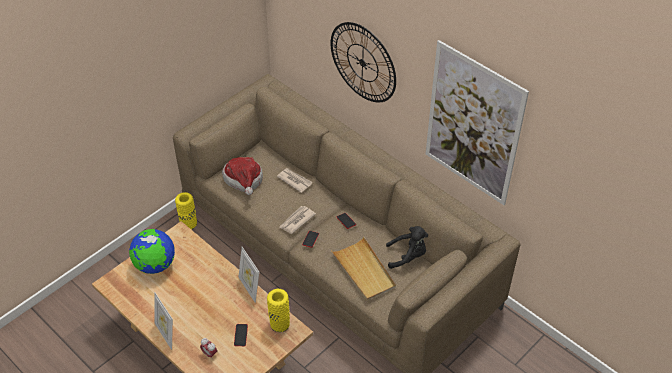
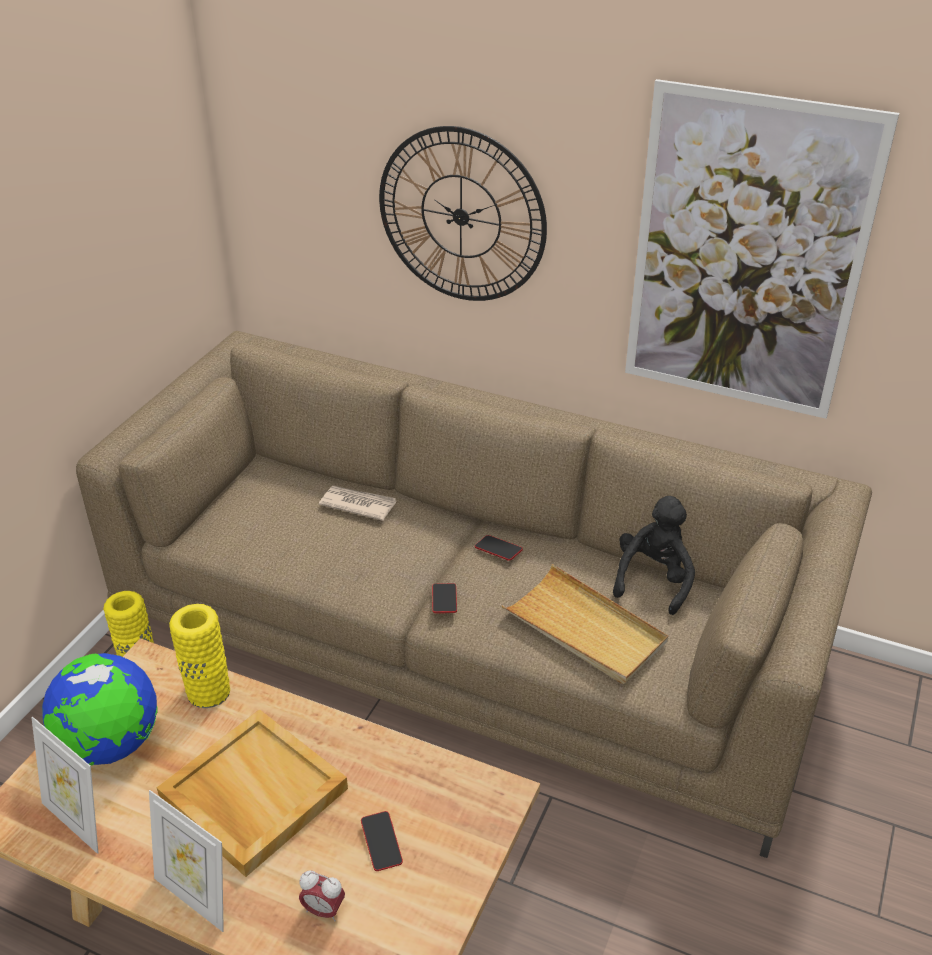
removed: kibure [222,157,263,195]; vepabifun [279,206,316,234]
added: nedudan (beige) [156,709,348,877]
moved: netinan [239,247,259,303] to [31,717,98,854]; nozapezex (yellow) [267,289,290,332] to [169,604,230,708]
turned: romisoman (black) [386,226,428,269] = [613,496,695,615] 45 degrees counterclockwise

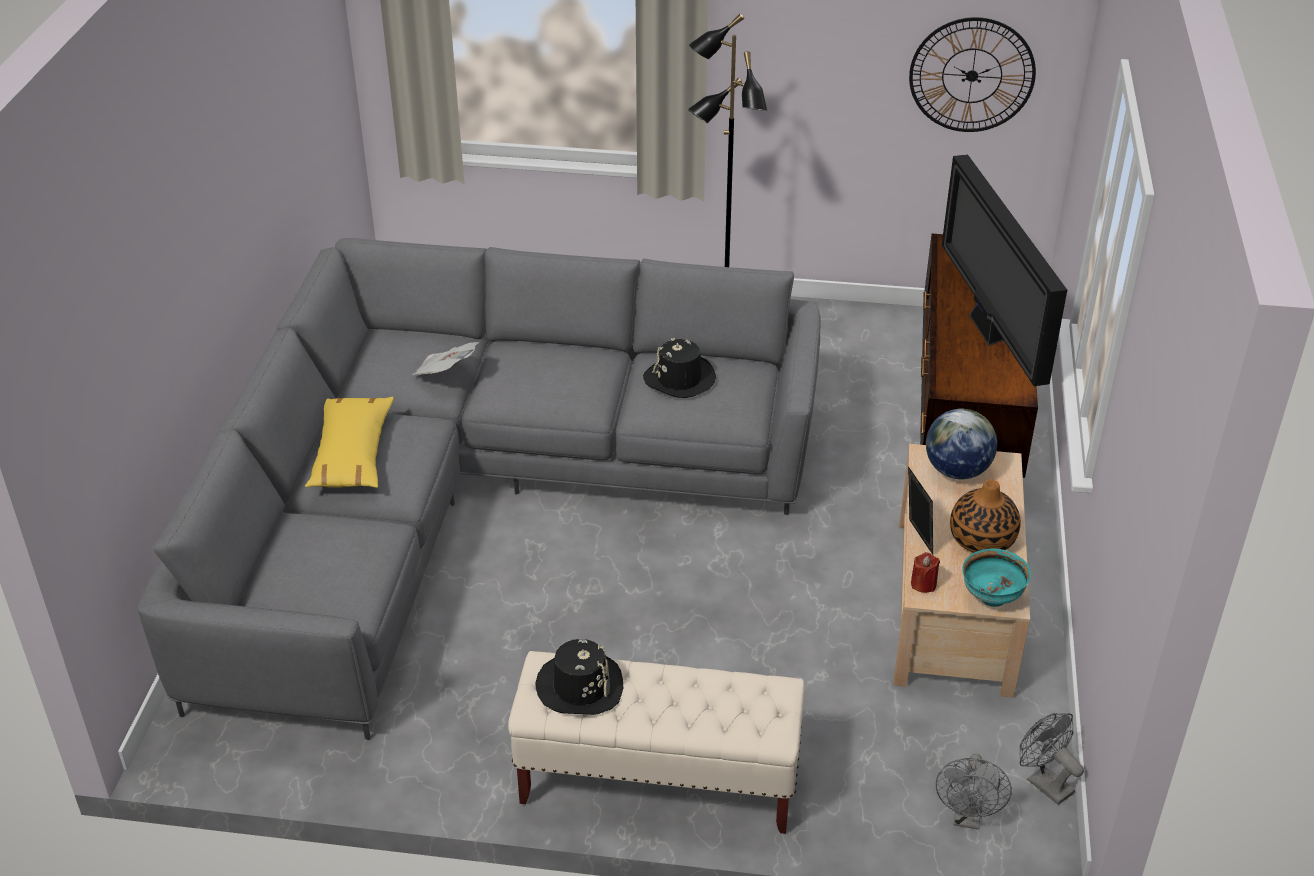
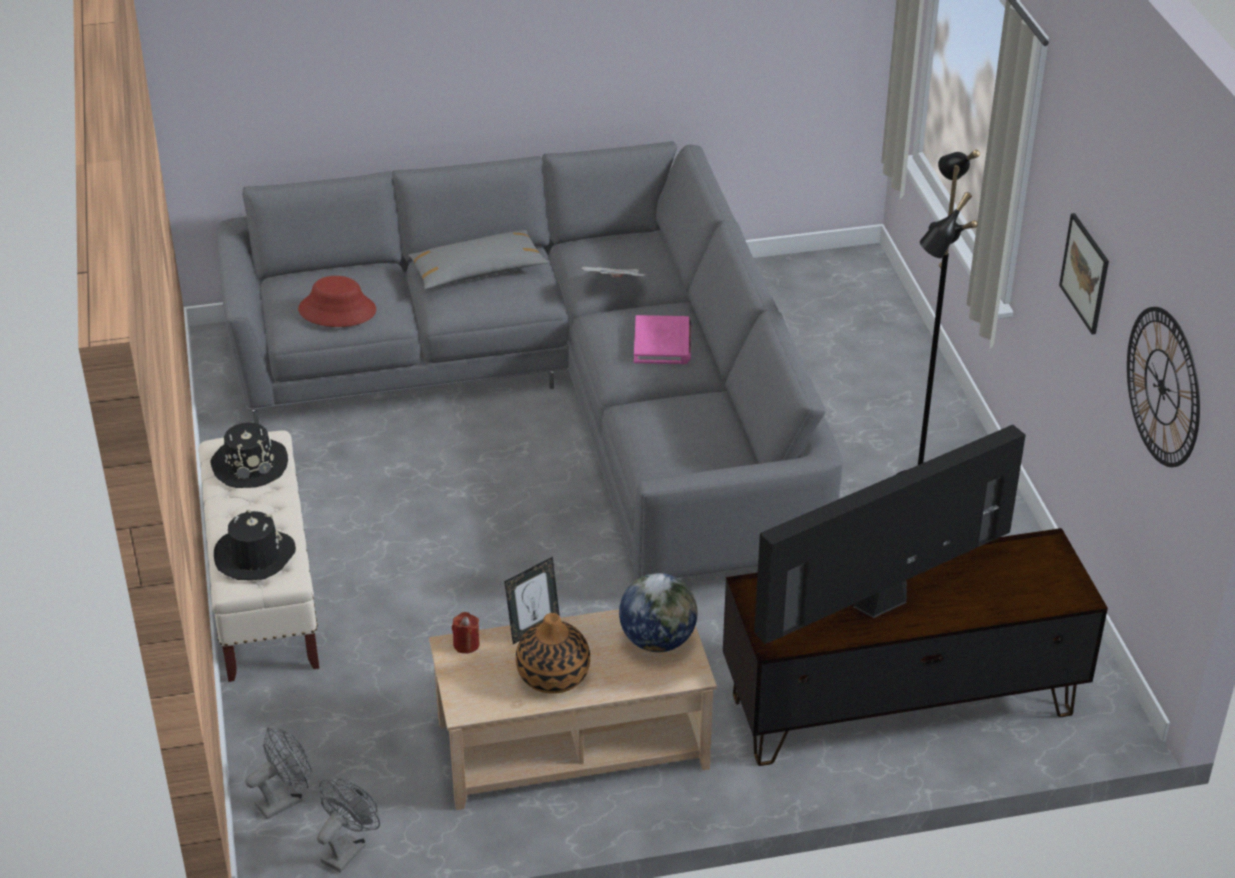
removed: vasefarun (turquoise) [962,548,1031,607]
added: kibure (red) [298,276,376,327]; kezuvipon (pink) [634,315,691,364]; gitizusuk [1059,213,1109,334]
moved: kibure (black) [643,338,716,398] to [214,509,296,580]
recoloured: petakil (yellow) [305,396,394,488] to petakil (grey) [408,230,549,290]
turned: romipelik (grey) [936,753,1012,830] = [245,727,312,819] 150 degrees clockwise

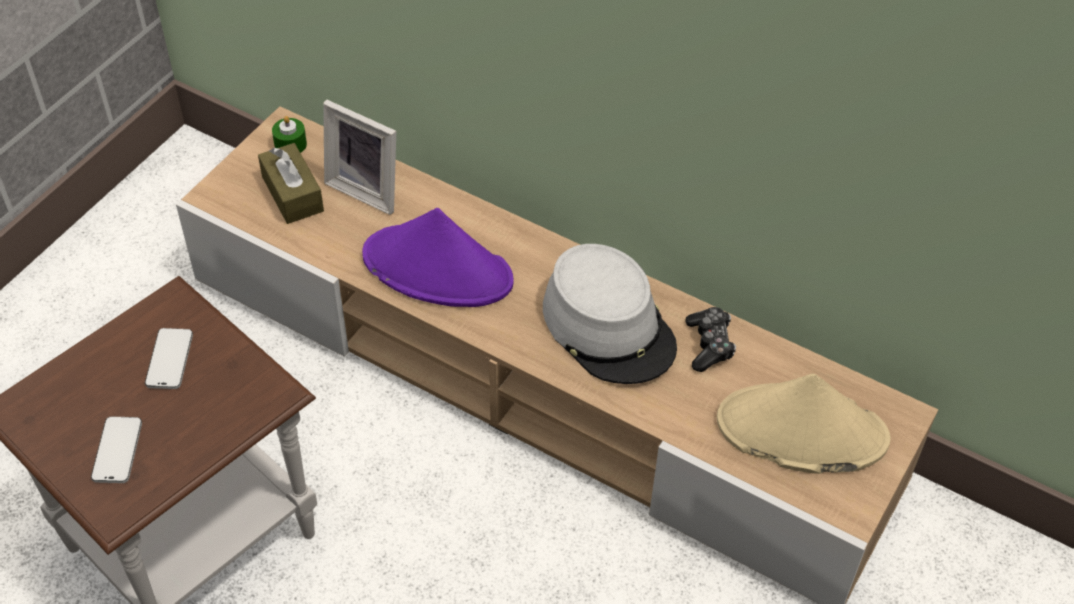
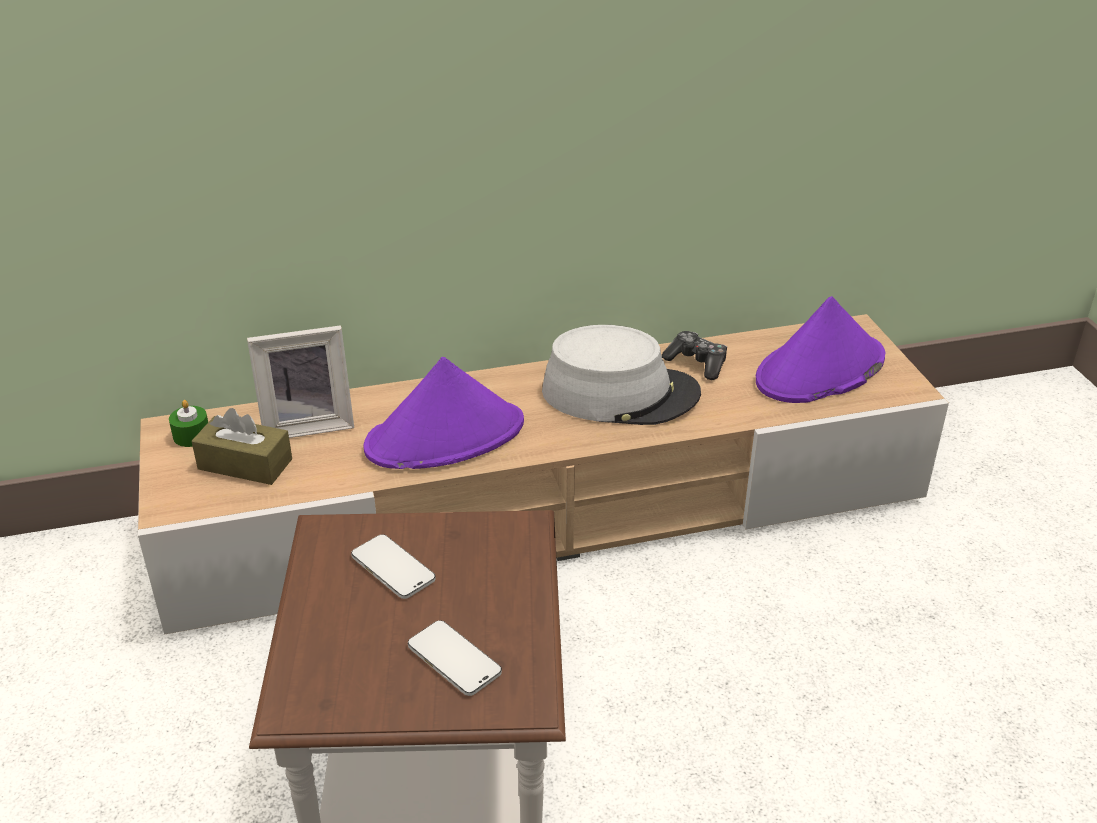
recoloured: kibure (beige) [716,374,891,474] to kibure (purple) [756,296,886,403]

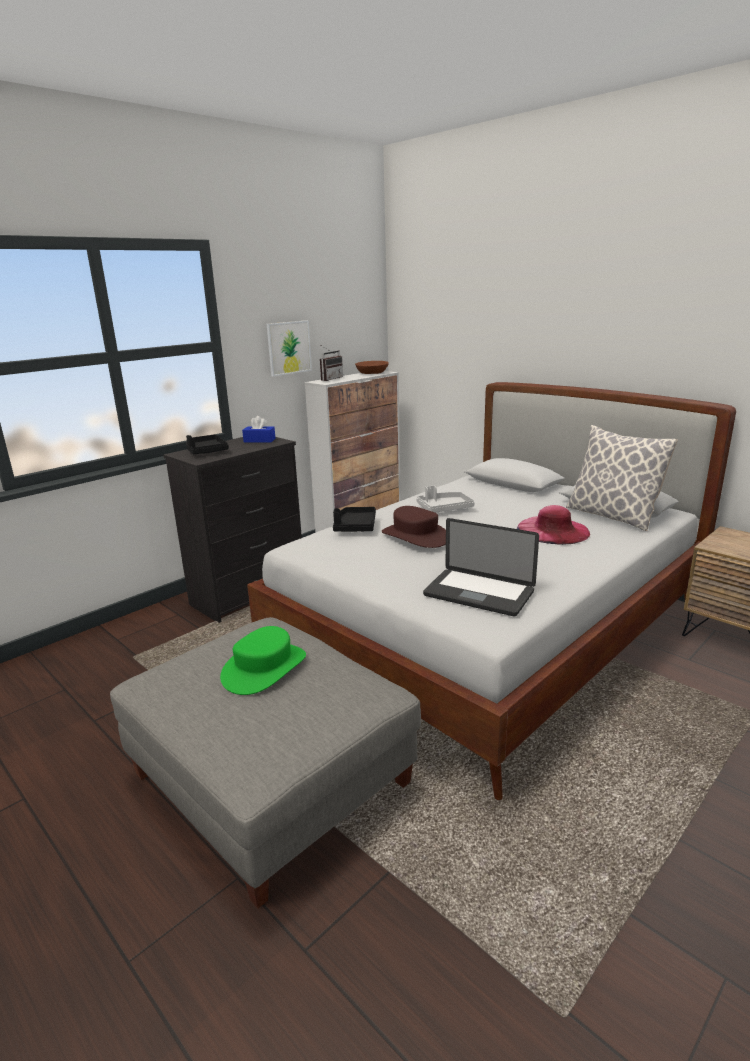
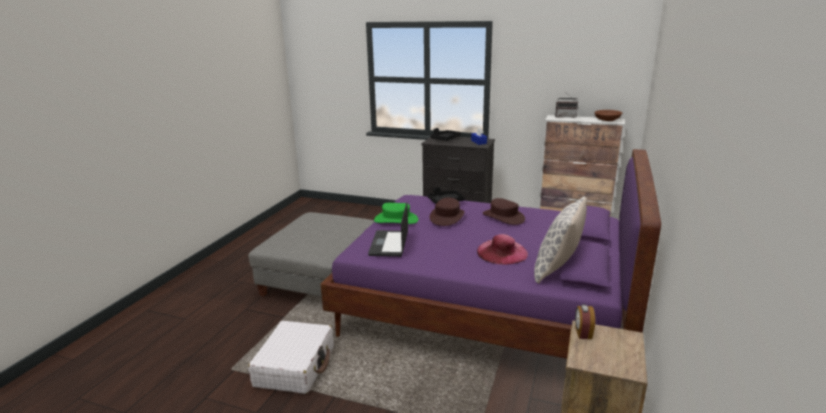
removed: gitizusuk [267,320,312,376]
added: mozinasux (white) [248,321,334,394]; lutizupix [575,305,595,339]
moved: kibure (green) [220,626,306,695] to [374,203,418,224]
replaced: nedudan (grey) [416,485,474,513] to kibure (brown) [483,198,525,225]
recoloured: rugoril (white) [247,382,736,800] to rugoril (purple) [320,149,661,359]

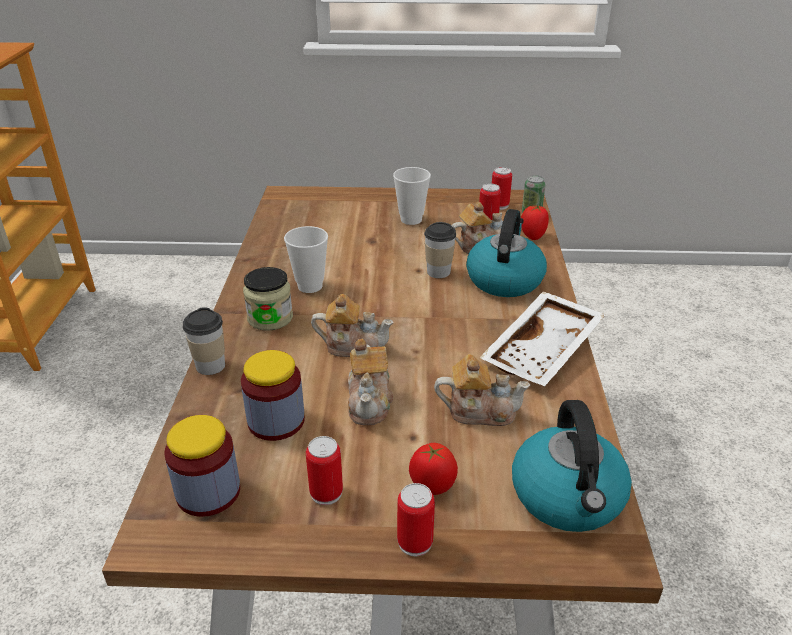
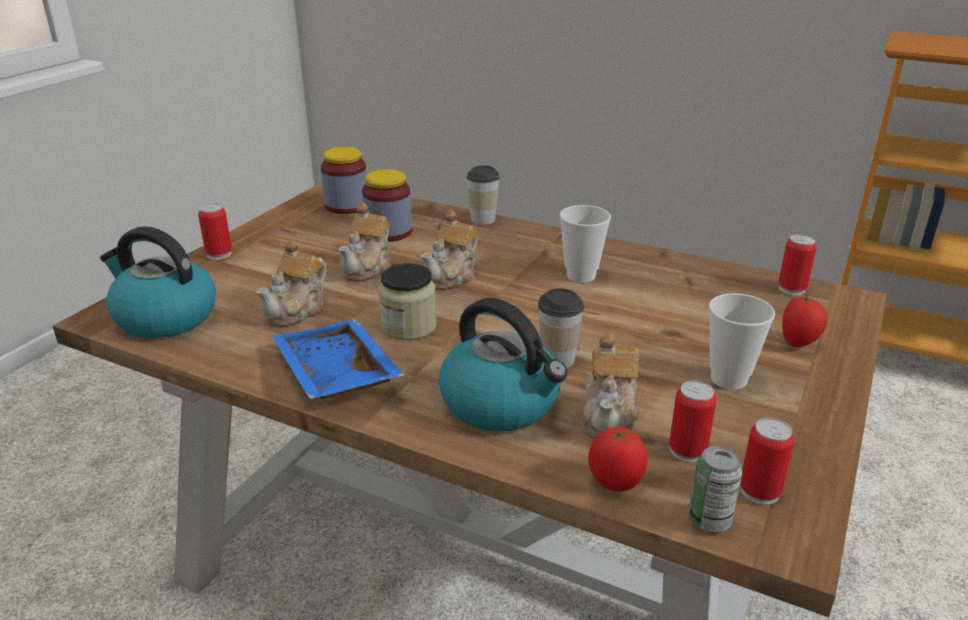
moved: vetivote [243,267,293,331] to [379,263,436,340]; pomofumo [306,436,343,505] to [778,234,817,295]; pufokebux [409,443,458,495] to [782,296,827,347]
recoloured: nedudan (white) [480,291,606,386] to nedudan (blue) [272,319,405,399]
turned: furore [348,339,393,425] = [338,203,391,282] 90 degrees counterclockwise

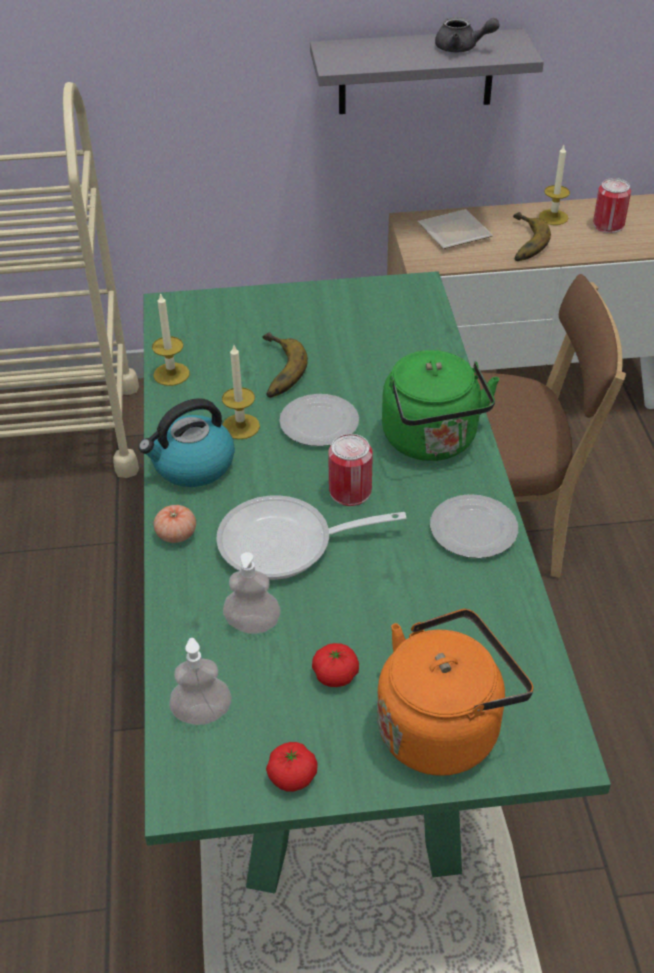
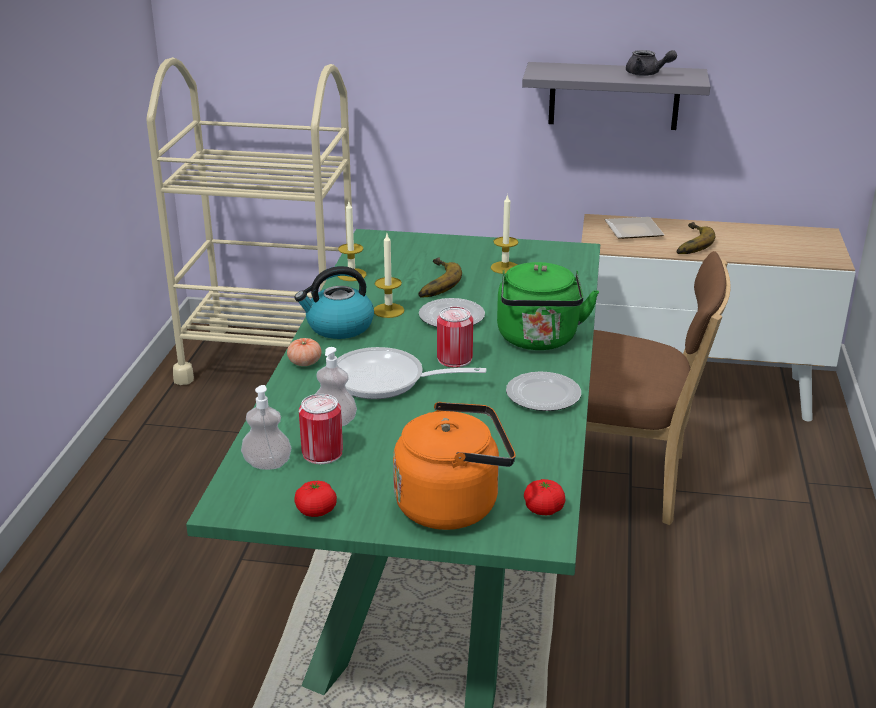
moved: pufokebux [312,643,359,687] to [524,479,566,515]; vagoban [539,145,570,225] to [491,194,518,274]; pomofumo [593,178,631,233] to [299,394,343,464]

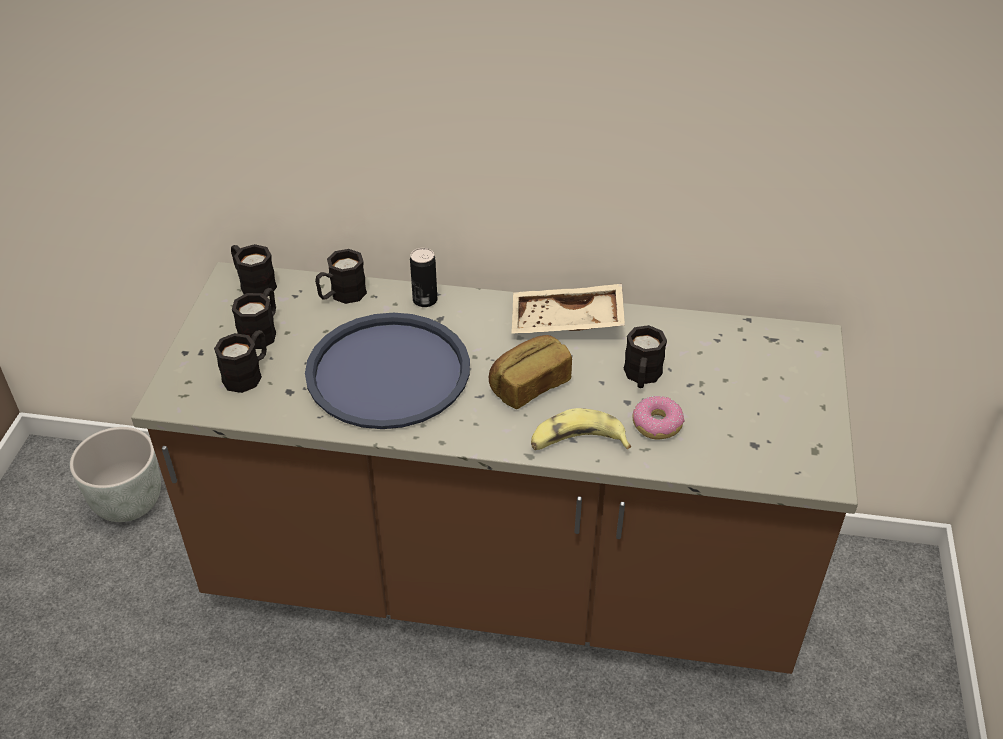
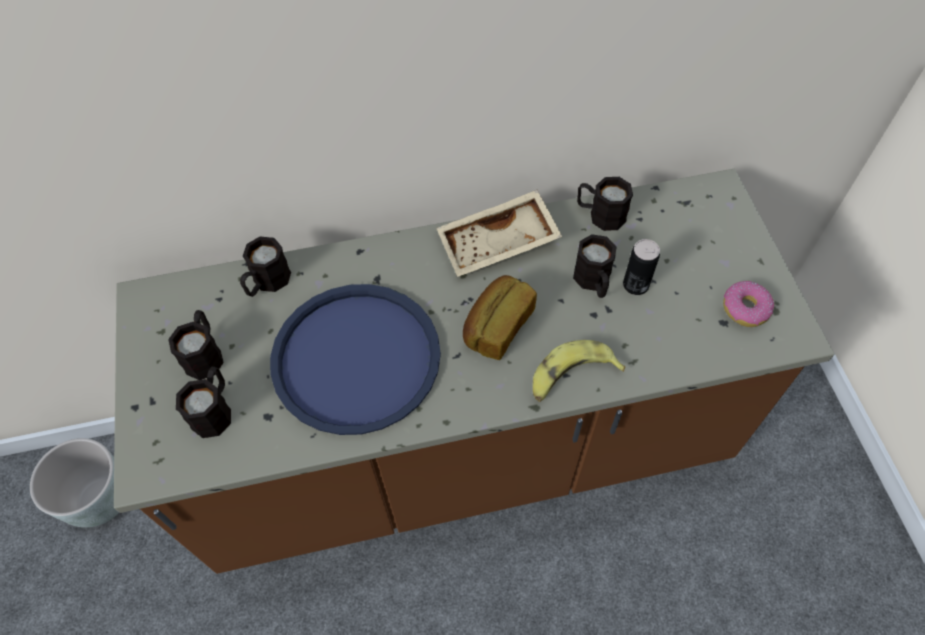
moved: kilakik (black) [231,244,277,296] to [577,177,633,231]; pomofumo [410,248,437,307] to [623,239,660,295]; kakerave [633,396,685,439] to [723,281,774,327]

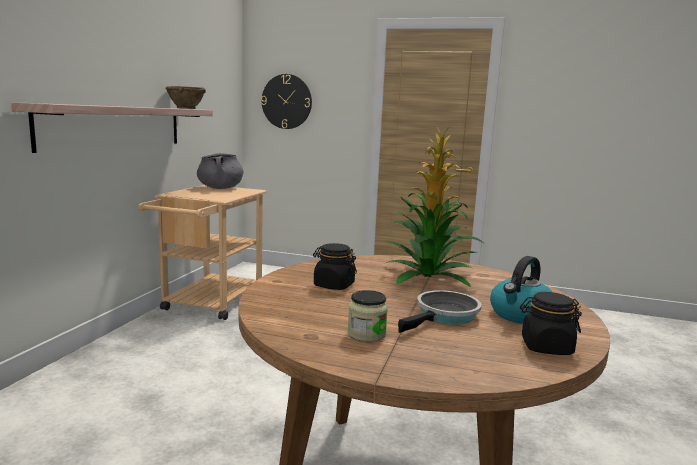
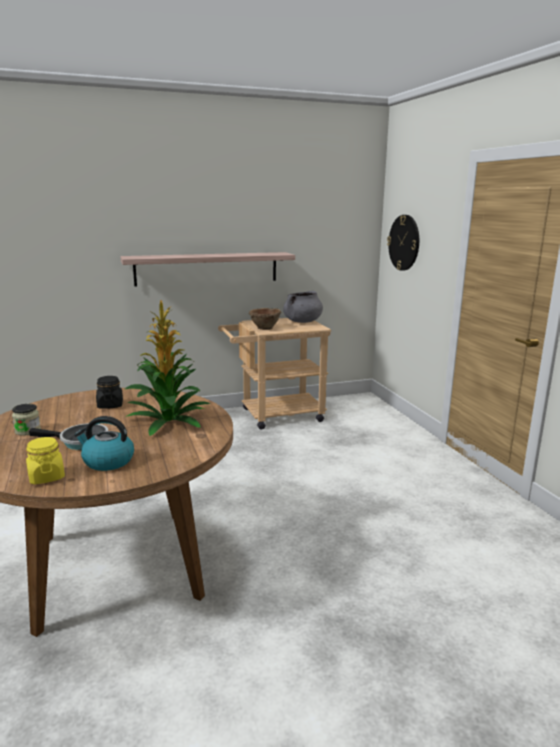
moved: vasefarun (brown) [165,86,206,109] to [249,308,281,330]
recoloured: vetivote (black) [520,292,582,355] to vetivote (yellow) [26,437,65,484]

